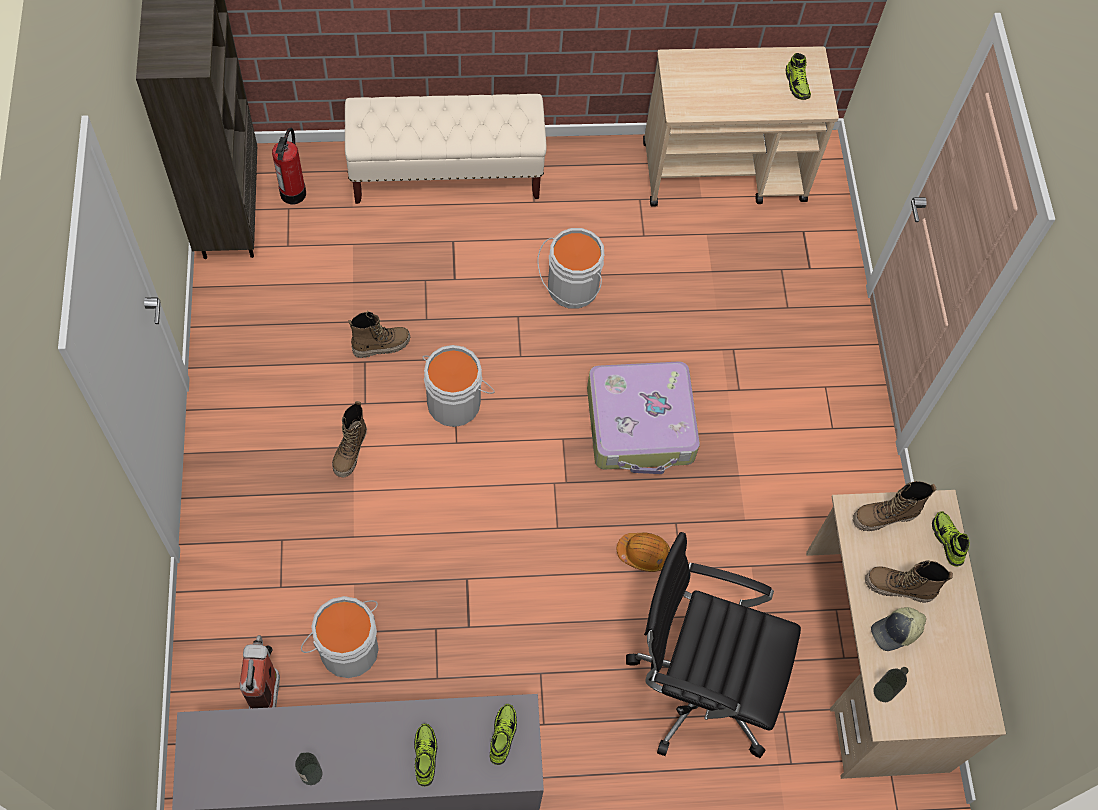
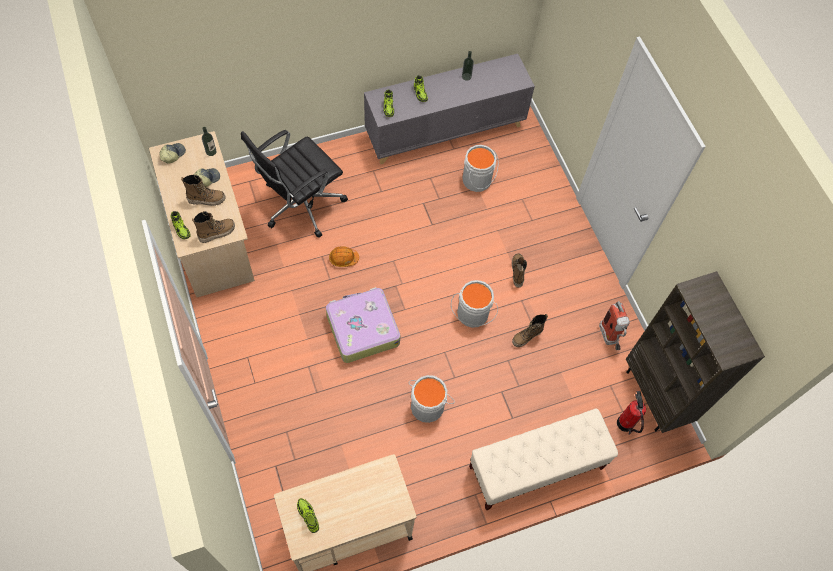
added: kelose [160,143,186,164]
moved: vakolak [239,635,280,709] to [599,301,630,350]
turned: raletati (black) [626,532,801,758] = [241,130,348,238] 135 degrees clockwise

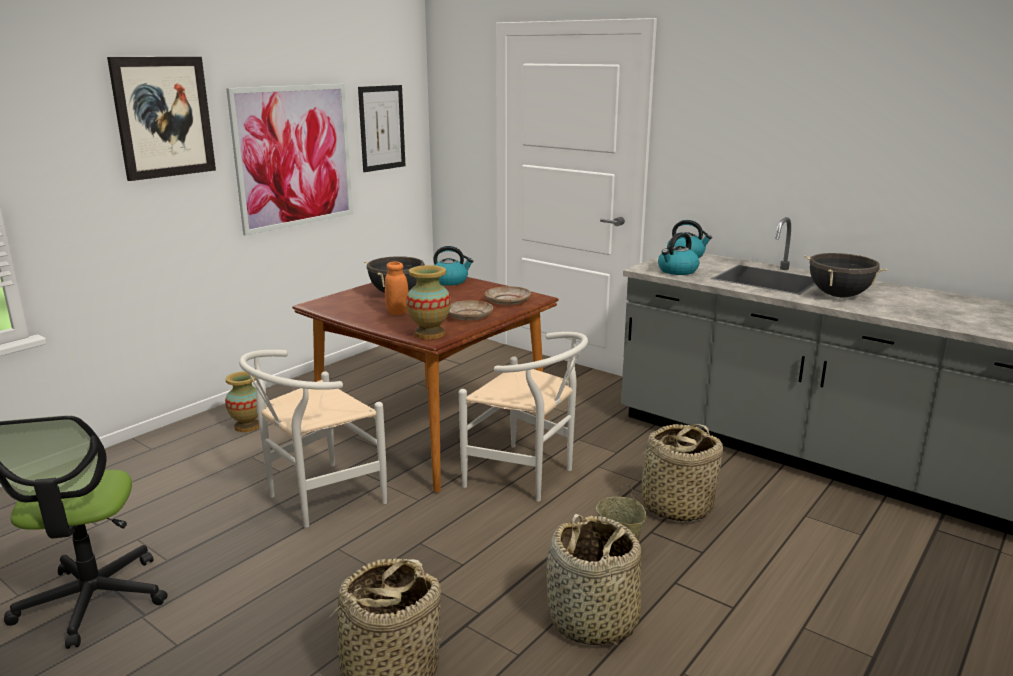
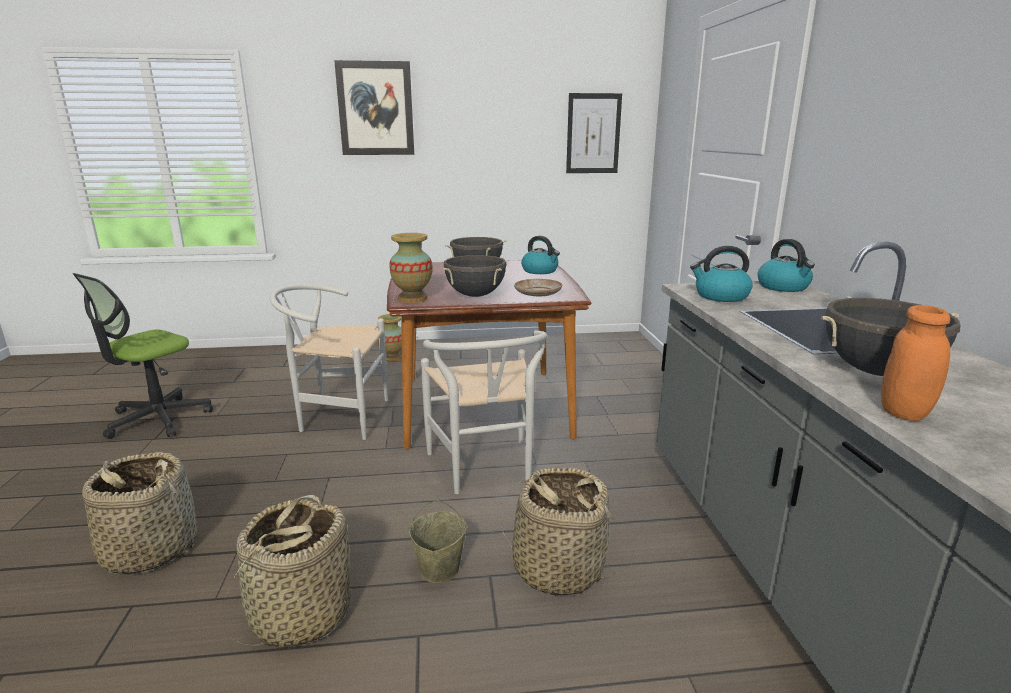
removed: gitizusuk [226,84,353,236]
moved: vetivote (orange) [385,261,409,315] to [881,305,950,421]
replaced: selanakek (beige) [448,301,493,320] to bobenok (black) [443,255,507,297]

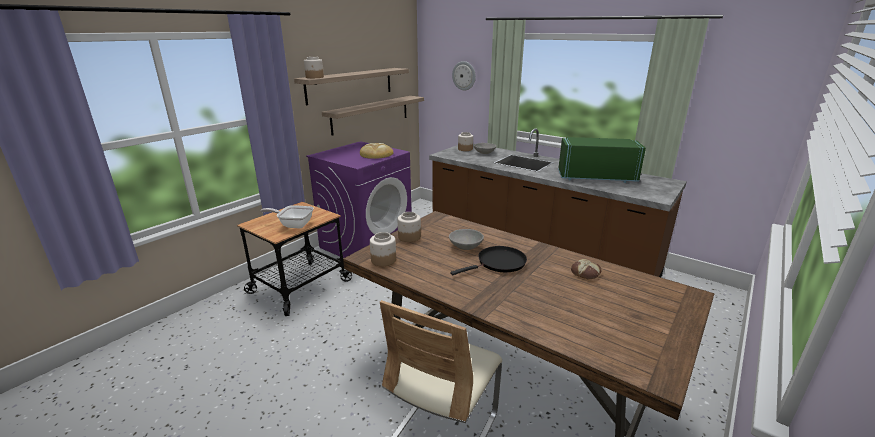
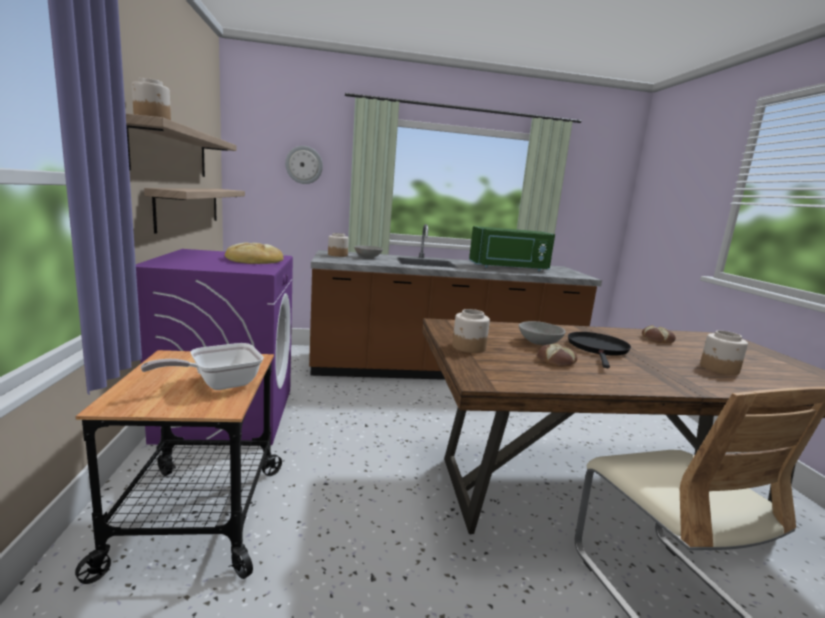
added: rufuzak [537,343,577,367]
moved: vetivote [370,232,396,266] to [700,330,748,375]
turned: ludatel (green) [558,137,646,183] = [469,226,555,271] 150 degrees counterclockwise

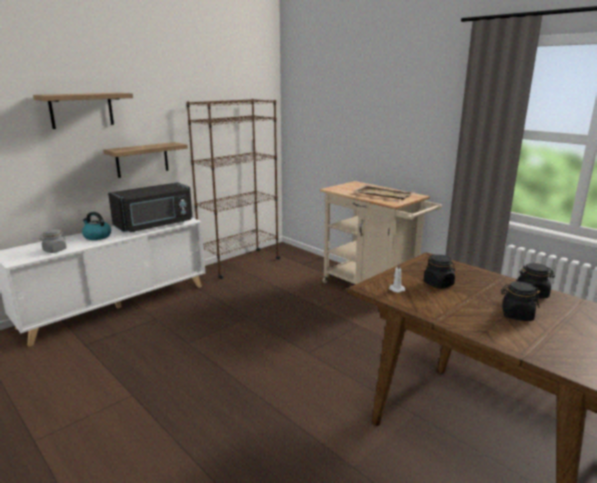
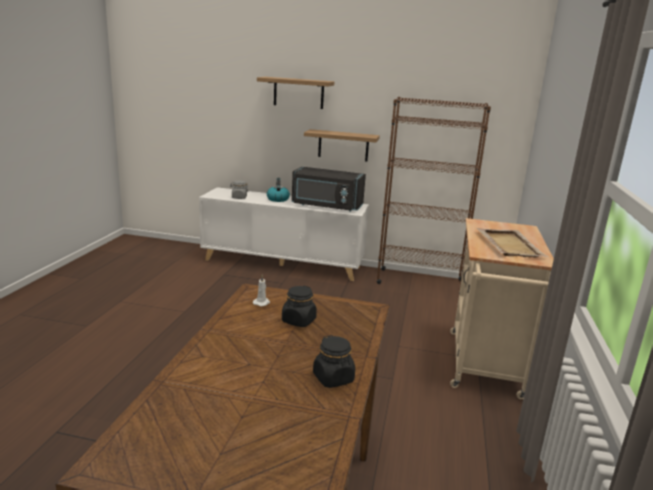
removed: vetivote (black) [501,281,540,321]

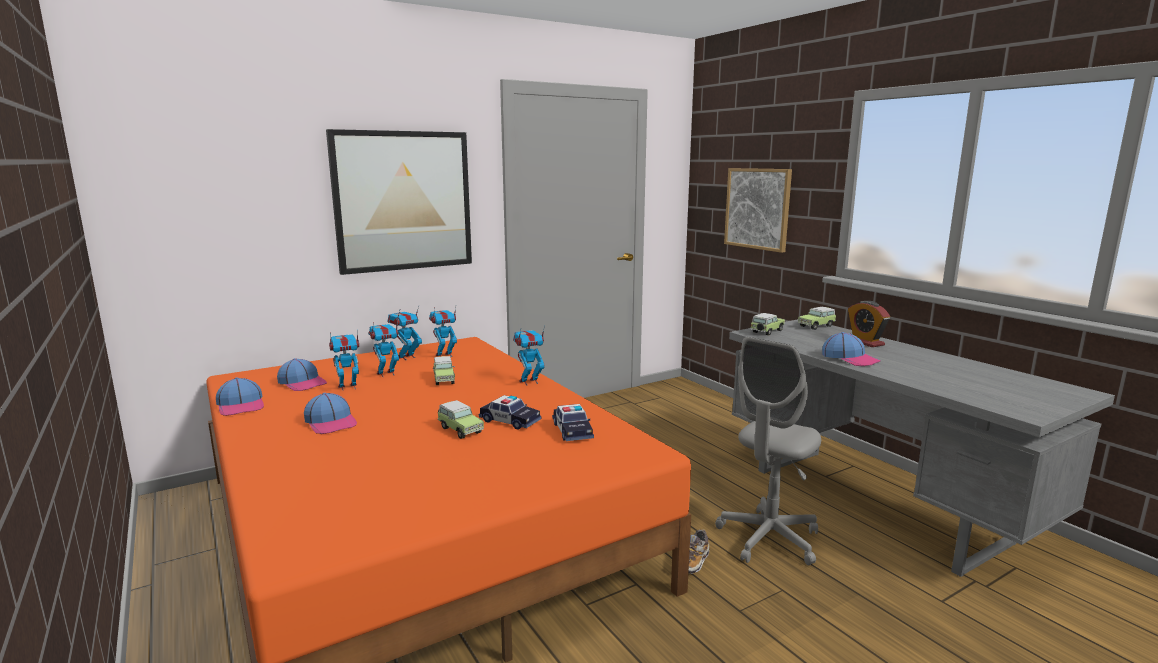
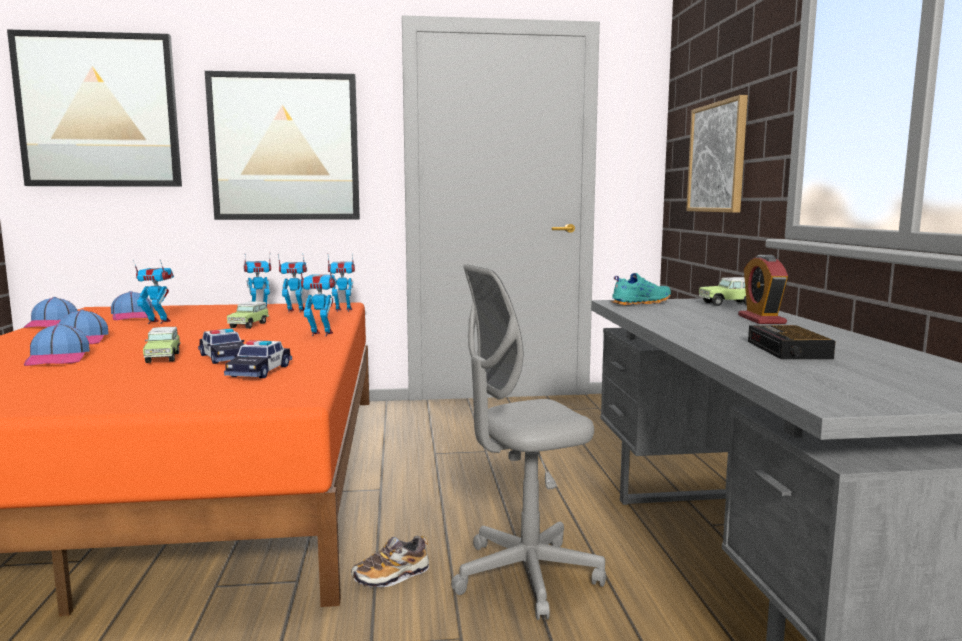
added: gitizusuk [7,29,182,187]; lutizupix [748,325,835,359]
moved: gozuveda [369,319,399,377] to [328,253,355,312]; kelose [822,332,881,366] to [24,324,90,366]
replaced: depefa [750,313,785,336] to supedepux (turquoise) [611,273,671,305]

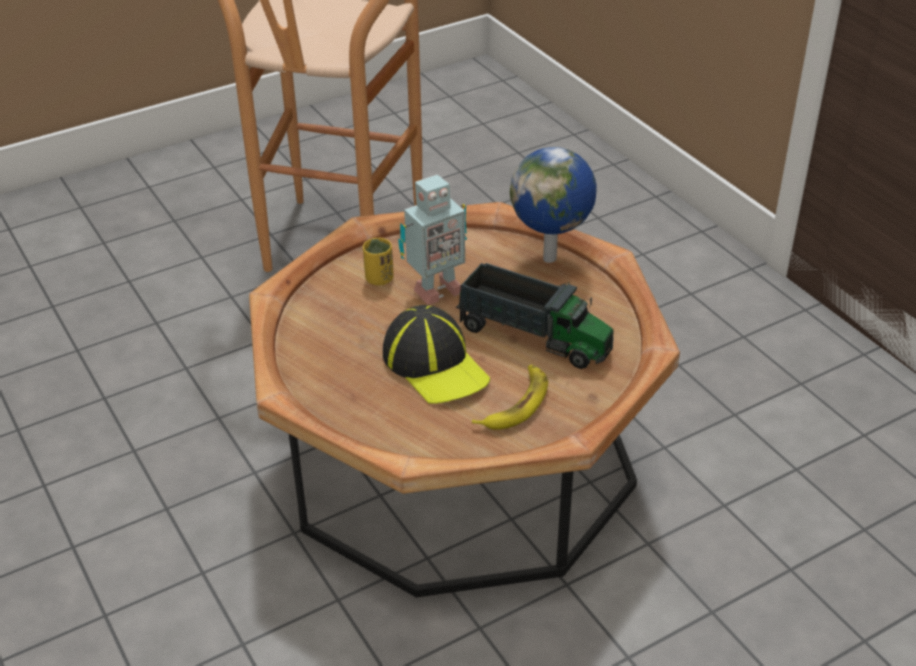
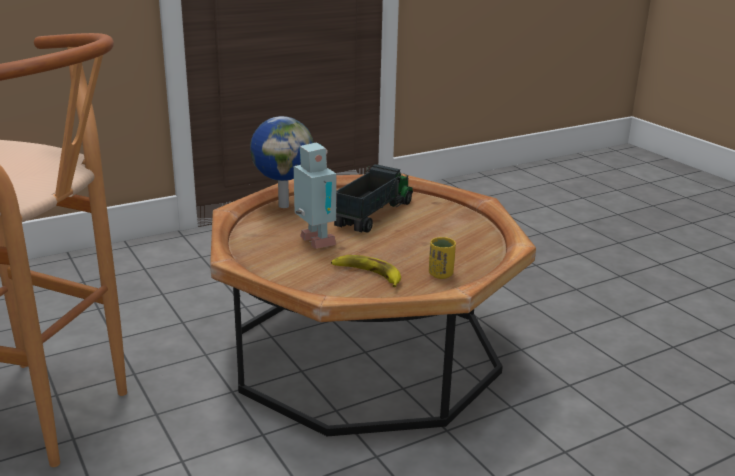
removed: kelose [383,305,490,404]
moved: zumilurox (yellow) [363,238,394,286] to [429,237,456,279]; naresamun [472,365,548,430] to [331,255,401,287]

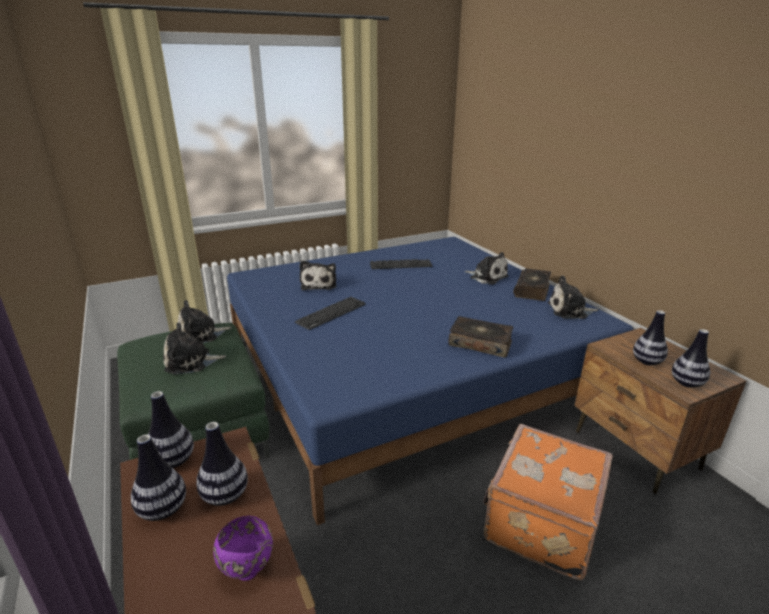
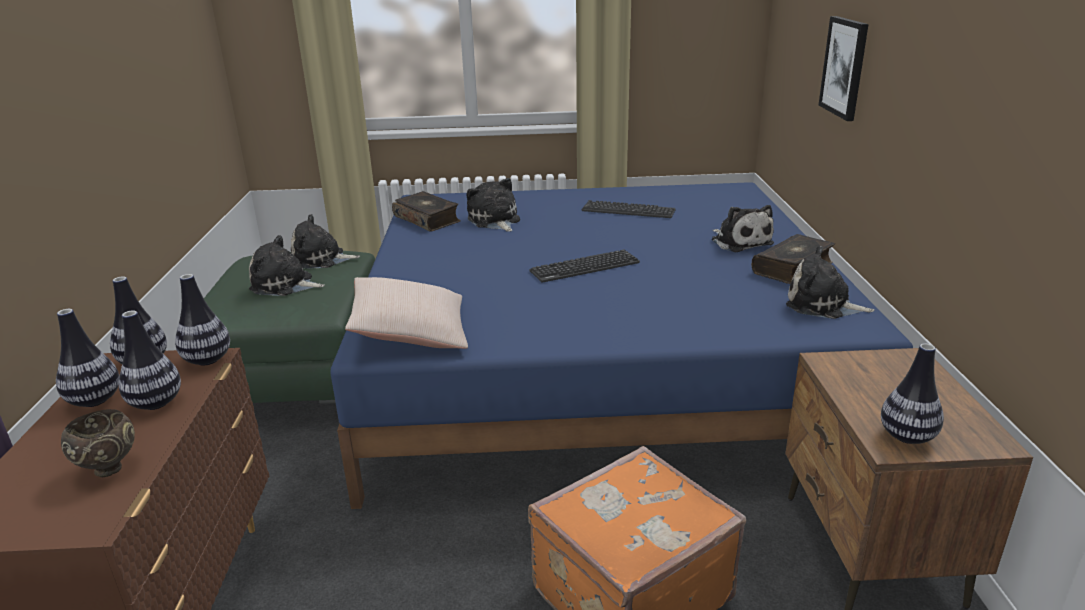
added: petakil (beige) [345,277,468,349]; gitizusuk [819,16,869,121]
moved: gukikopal [295,297,365,330] to [529,250,640,283]; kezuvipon [449,316,513,358] to [392,191,461,232]; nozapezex [633,310,668,366] to [175,274,230,366]
recoloured: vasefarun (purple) [213,516,273,581] to vasefarun (brown) [61,409,135,477]
turned: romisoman [300,260,336,290] = [466,178,520,232] 135 degrees clockwise

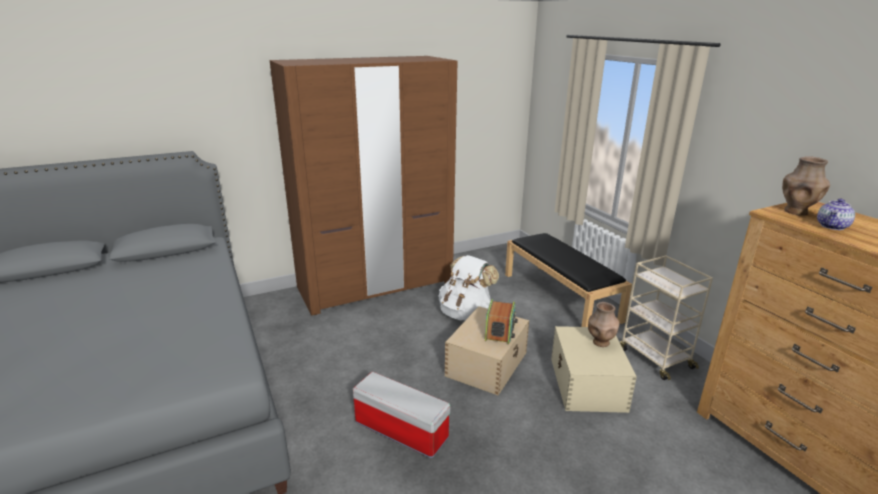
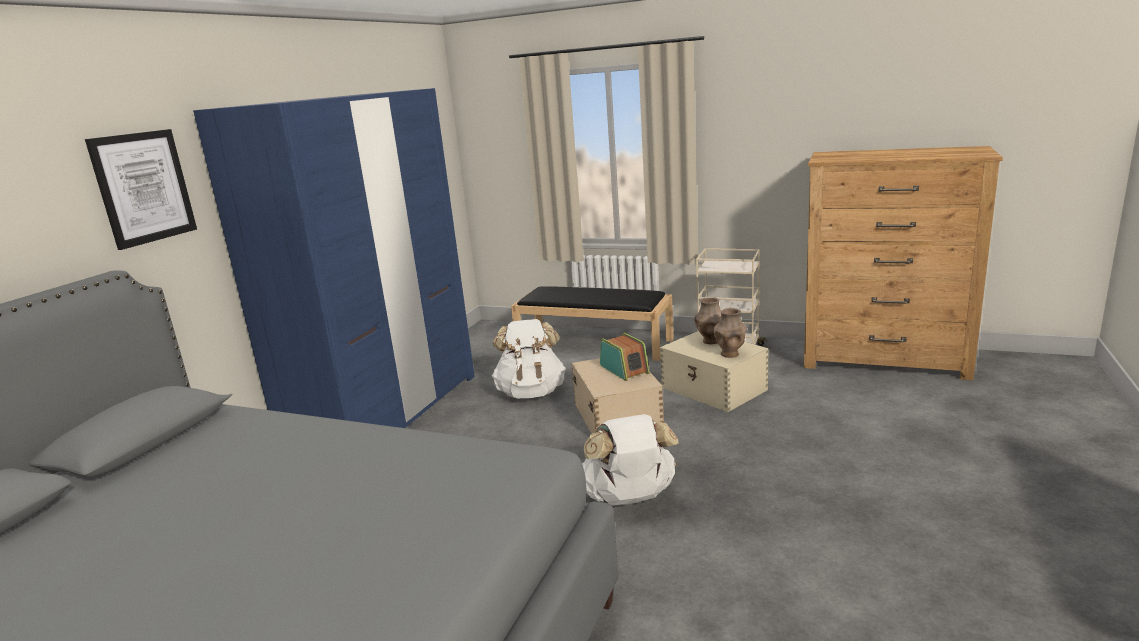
removed: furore [817,199,855,230]
added: gitizusuk [85,129,197,250]
moved: nozapezex (brown) [782,156,830,216] to [714,308,747,358]
replaced: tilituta [353,371,450,458] to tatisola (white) [582,414,679,506]
recoloured: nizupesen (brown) [270,56,458,315] to nizupesen (blue) [193,88,475,428]

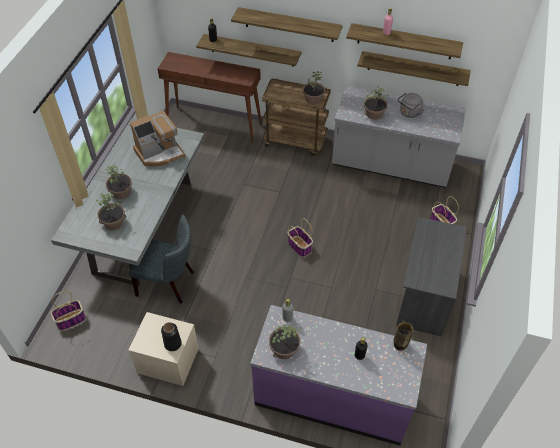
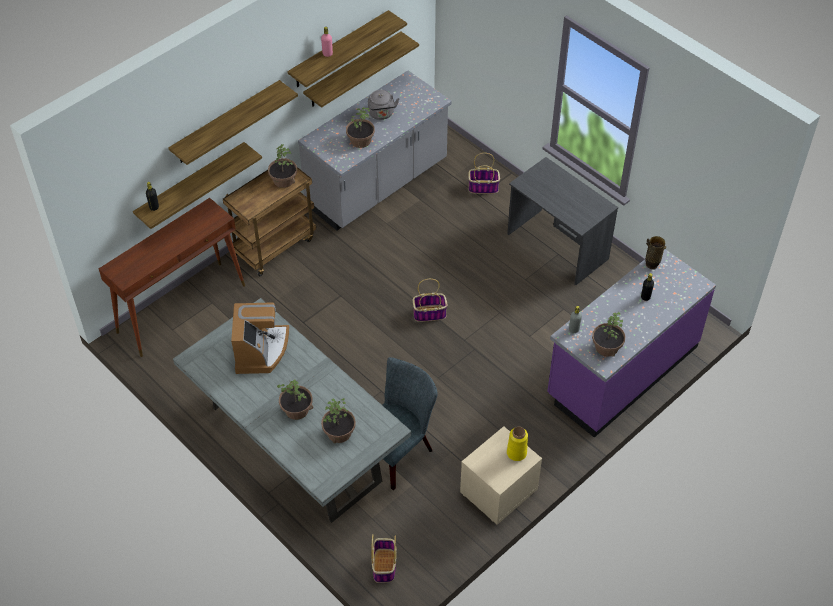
recoloured: nozapezex (black) [161,322,182,351] to nozapezex (yellow) [507,427,528,461]

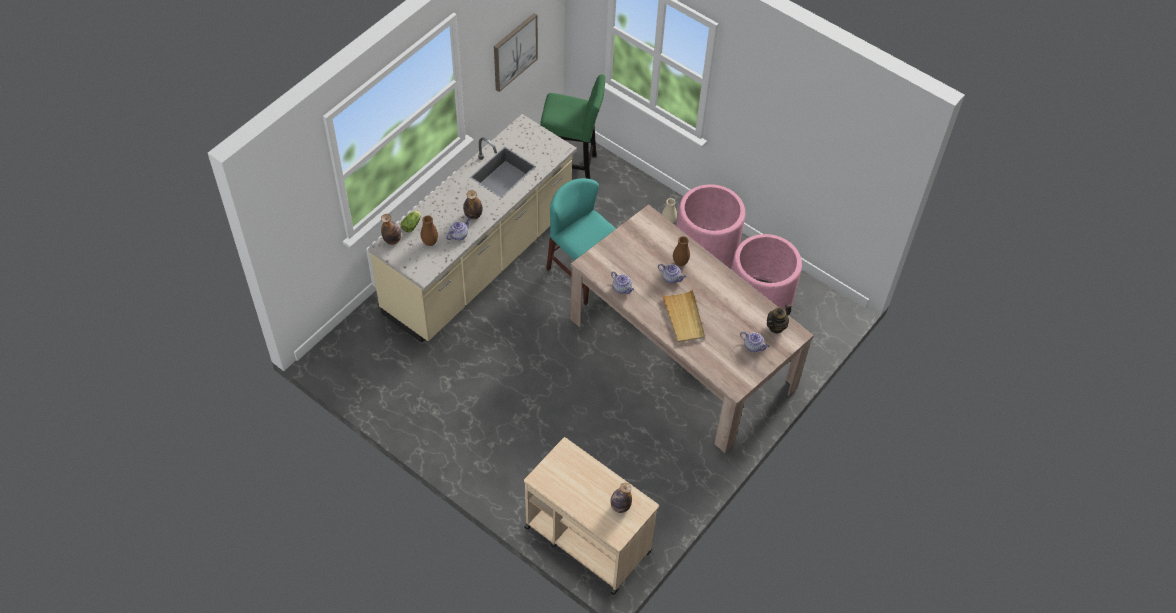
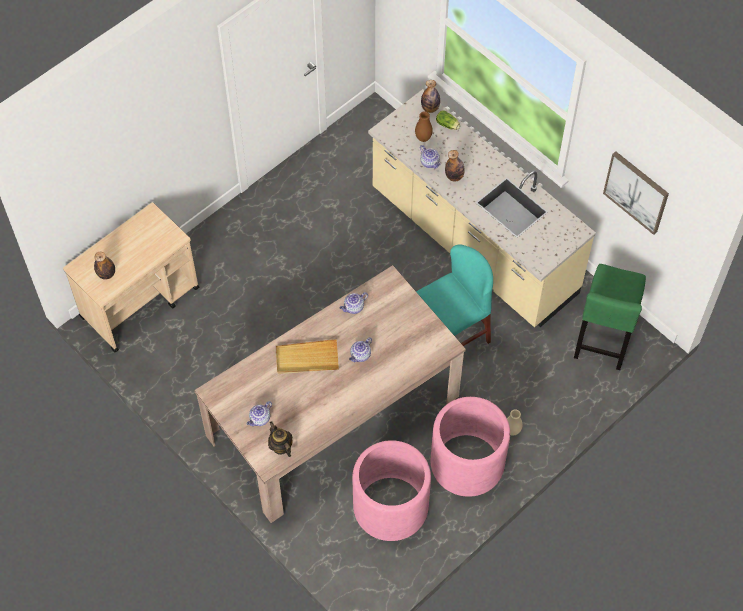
removed: nozapezex (brown) [673,236,690,266]

